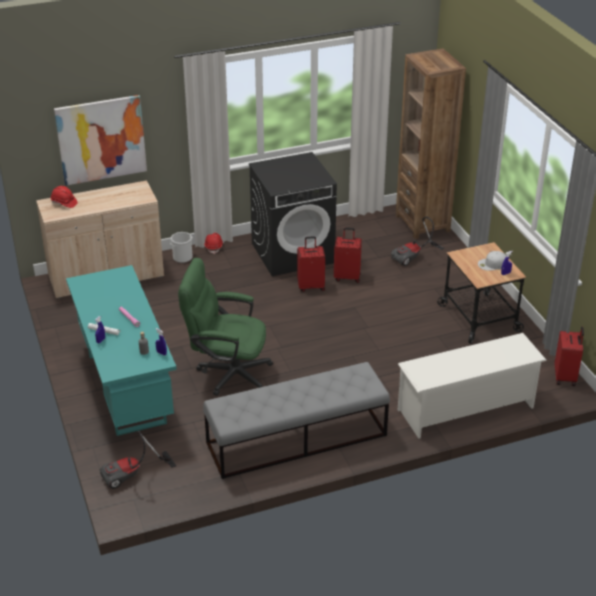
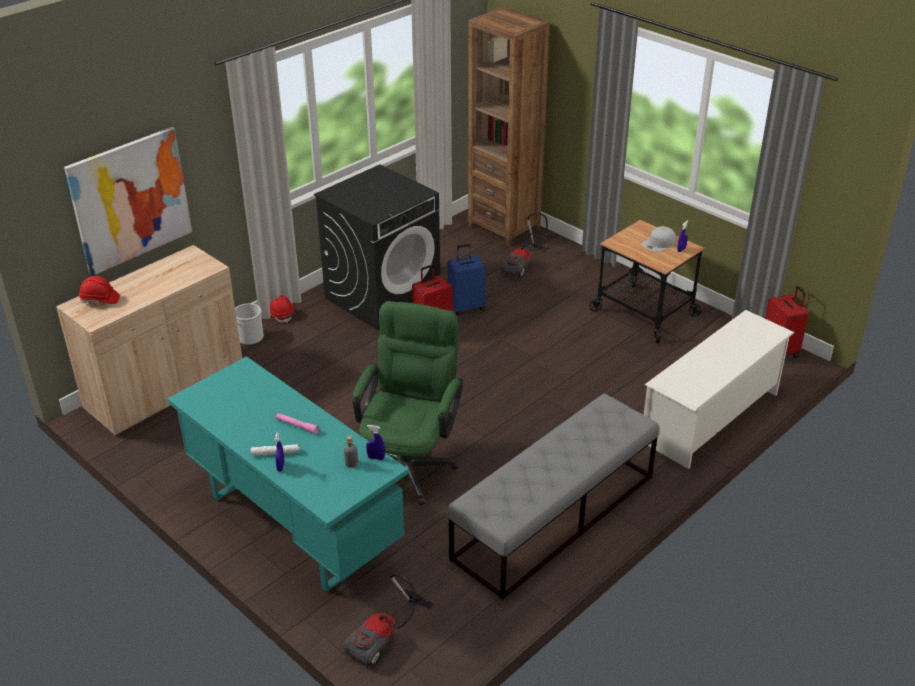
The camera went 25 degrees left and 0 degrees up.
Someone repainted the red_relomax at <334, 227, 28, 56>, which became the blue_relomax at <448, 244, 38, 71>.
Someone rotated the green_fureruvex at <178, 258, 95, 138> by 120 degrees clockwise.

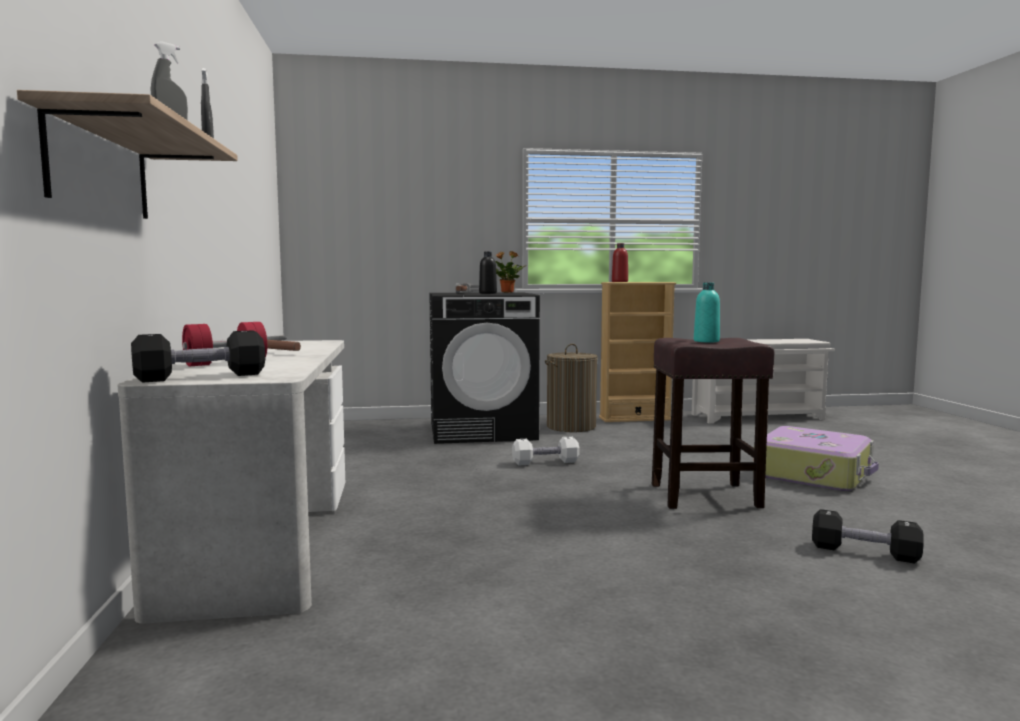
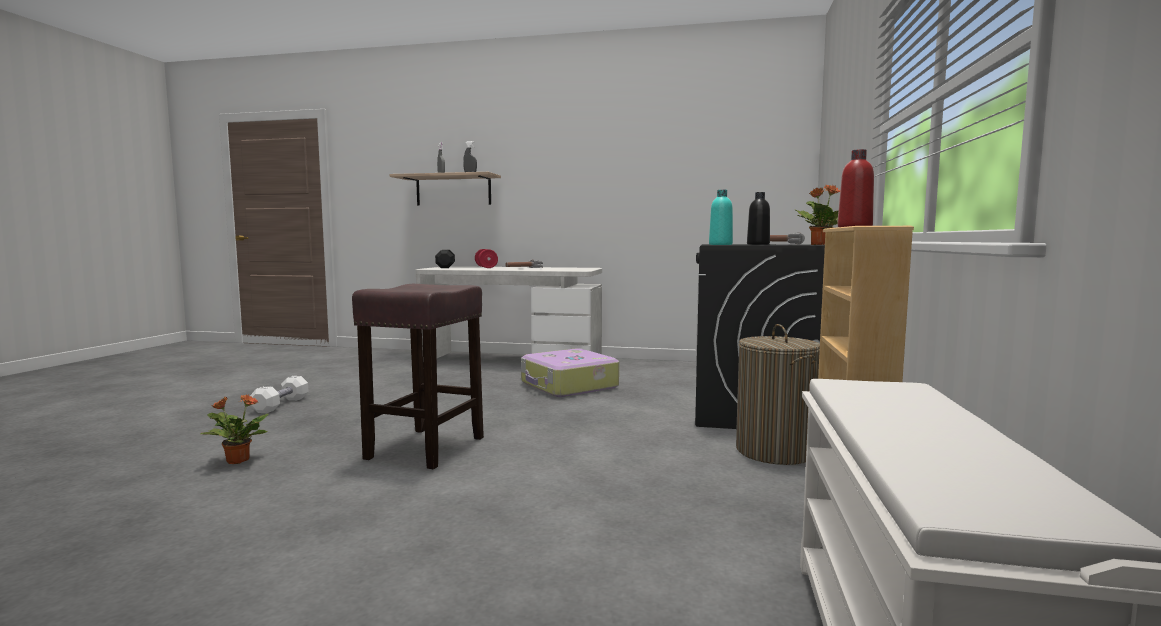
The camera went 110 degrees right and 0 degrees up.
Someone carried the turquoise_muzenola from <694, 282, 26, 60> to <709, 190, 24, 55>.
Someone carried the relomax from <753, 426, 126, 65> to <521, 348, 98, 49>.
Someone carried the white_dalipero from <512, 436, 68, 30> to <250, 376, 59, 37>.
Someone swapped the black_dalipero at <812, 509, 112, 55> for the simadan at <201, 394, 68, 70>.

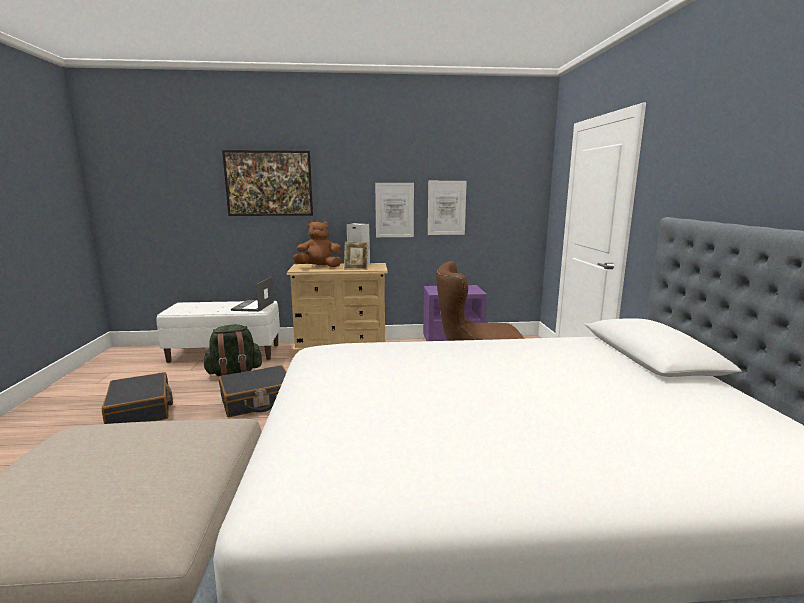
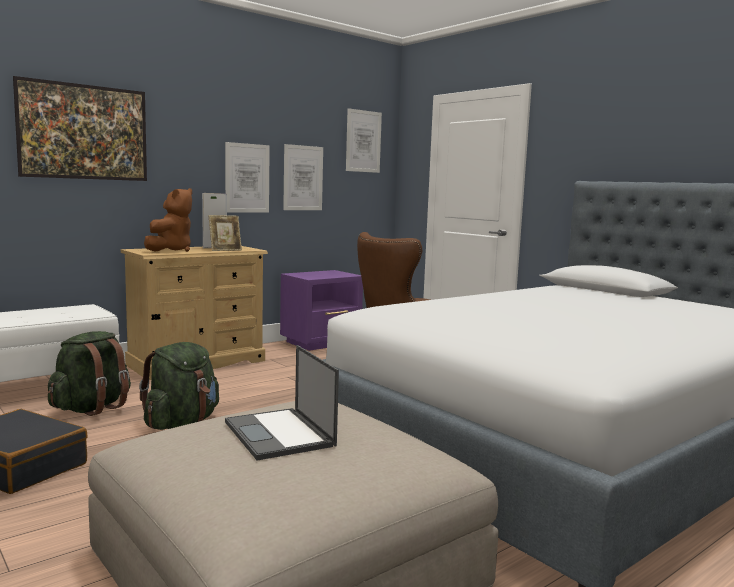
The camera went 35 degrees left and 5 degrees down.
Someone rotated the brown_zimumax at <293, 221, 49, 46> by 150 degrees clockwise.
Someone carried the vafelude from <231, 277, 43, 35> to <225, 345, 114, 116>.
Someone swapped the black_relomax at <219, 365, 68, 52> for the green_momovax at <139, 342, 80, 88>.
Someone put up the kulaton at <346, 108, 36, 65>.

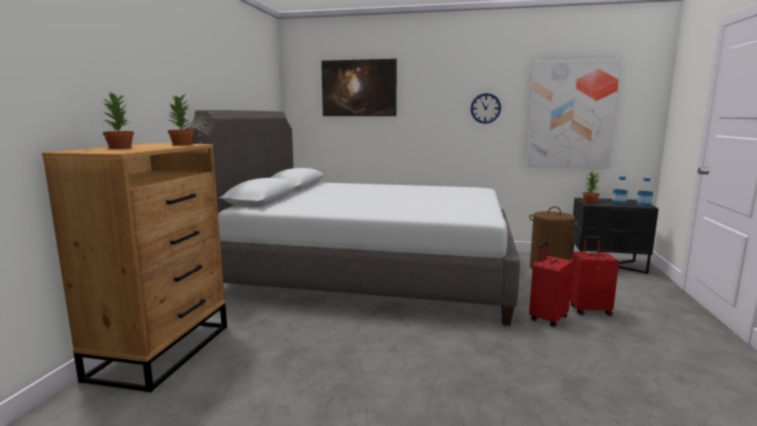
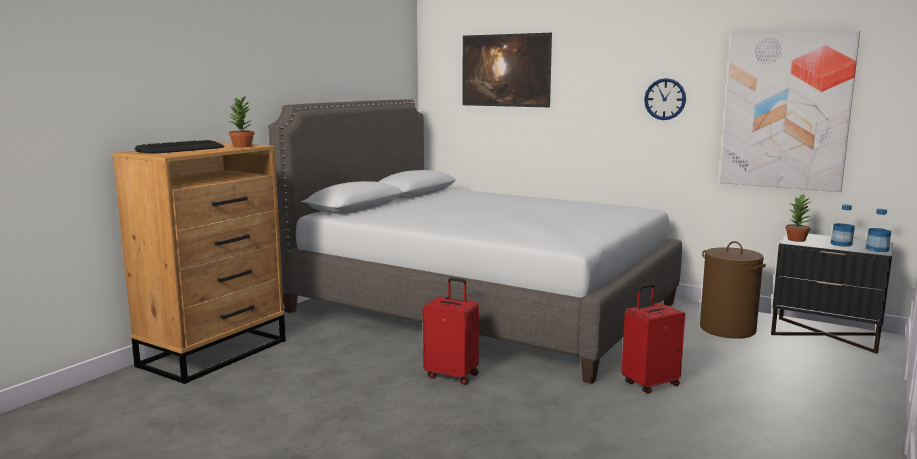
The camera went 20 degrees right and 0 degrees up.
Someone swapped the simadan at <102, 92, 32, 57> for the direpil at <134, 140, 90, 14>.
Someone carried the red_relomax from <570, 236, 49, 80> to <423, 278, 56, 107>.

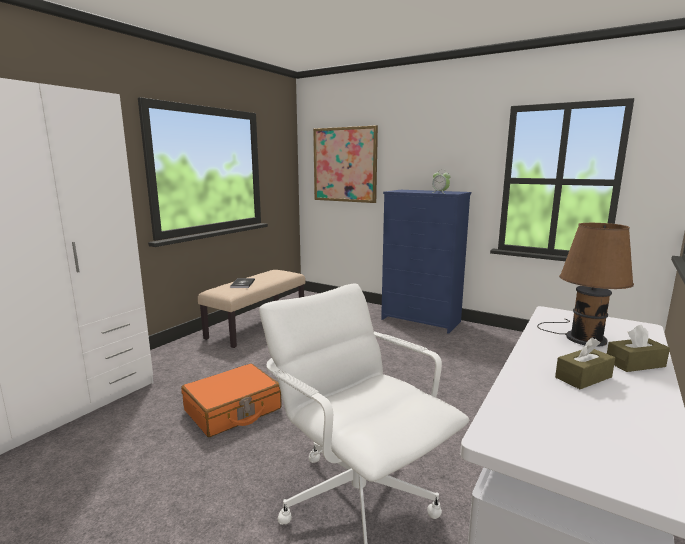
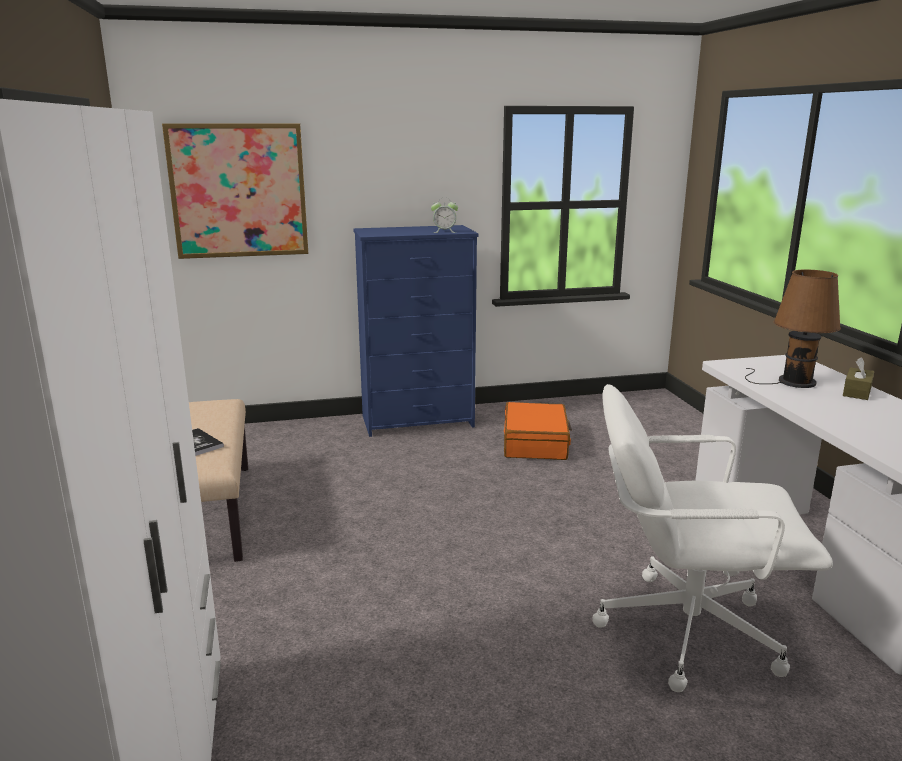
The camera went 45 degrees left and 5 degrees up.
Someone took away the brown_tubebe at <555, 338, 60, 51>.
Someone carried the orange_relomax from <181, 364, 101, 73> to <504, 402, 68, 58>.

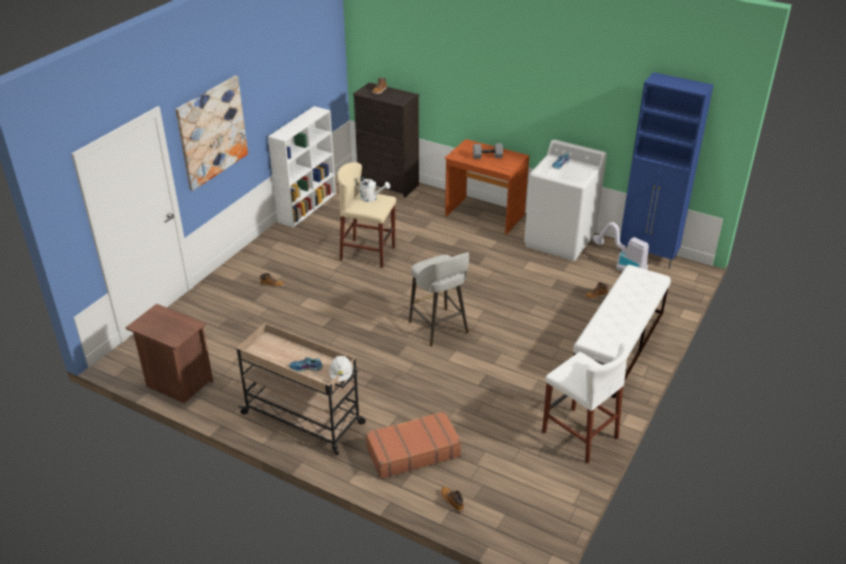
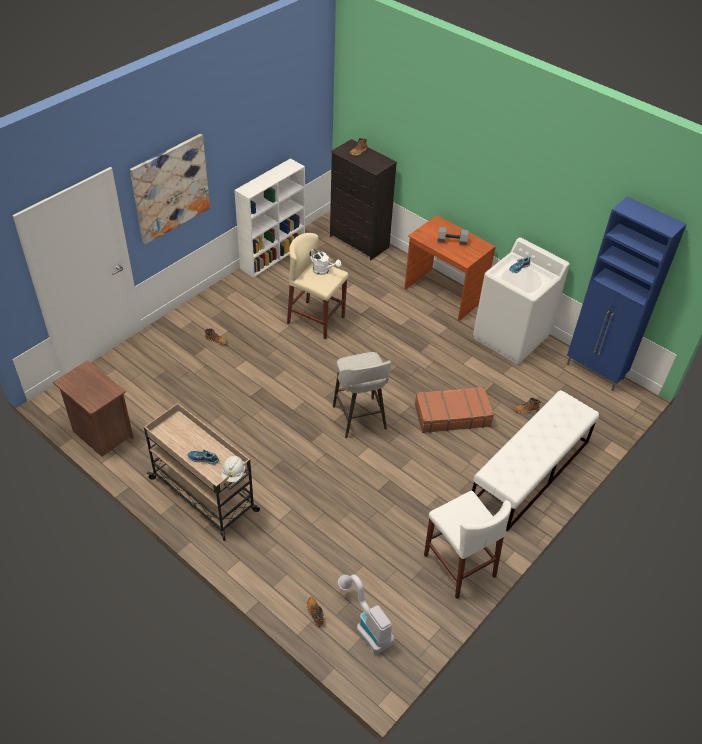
The camera went 10 degrees right and 10 degrees up.
Someone carried the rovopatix from <593, 222, 56, 50> to <338, 574, 56, 80>.
Someone carried the brown_relomax from <366, 411, 96, 68> to <415, 387, 79, 46>.

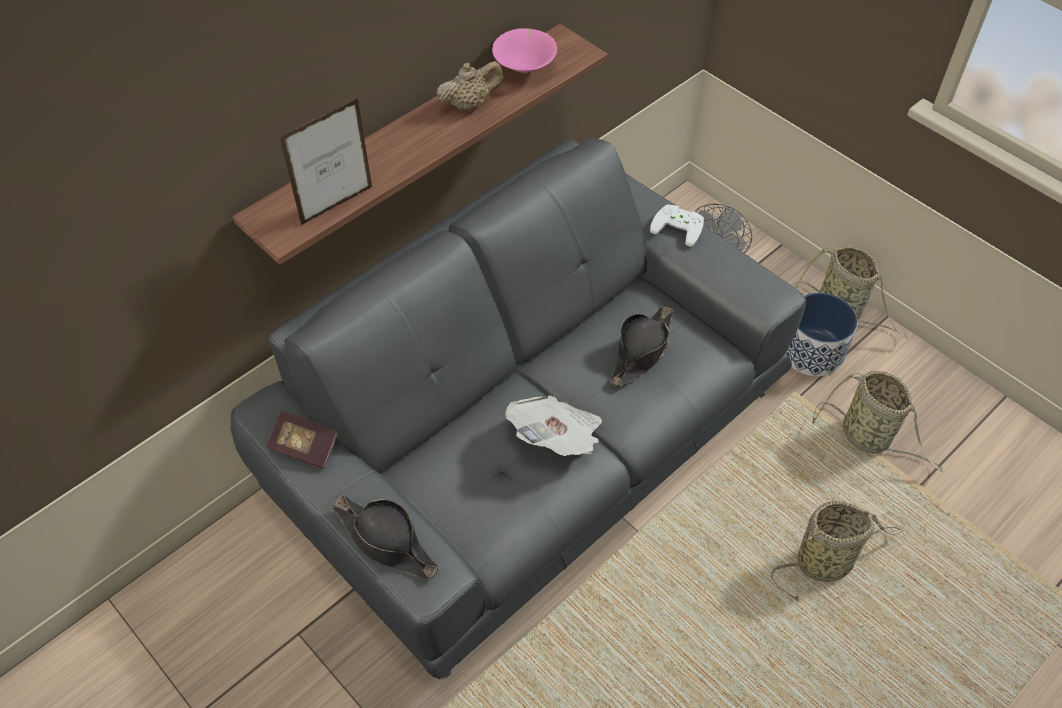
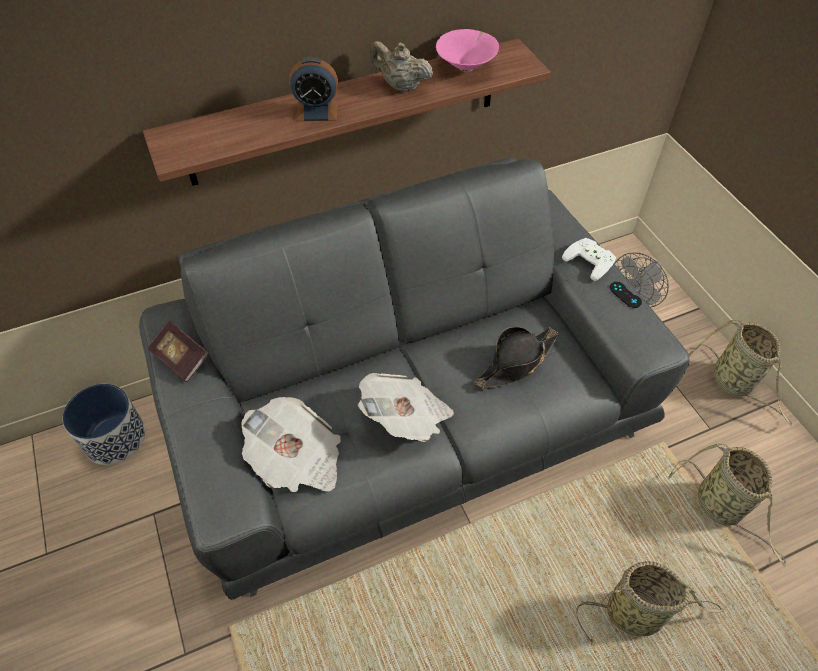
The camera went 20 degrees right and 0 degrees up.
Someone rotated the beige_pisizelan at <437, 61, 66, 50> by 150 degrees counterclockwise.
Someone took away the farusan at <280, 98, 93, 127>.
Someone carried the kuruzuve from <785, 293, 73, 84> to <63, 384, 83, 81>.
Someone took away the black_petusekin at <332, 495, 107, 84>.
Someone put down the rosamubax at <289, 57, 49, 64>.
Someone put down the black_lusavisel at <609, 282, 33, 26>.
Someone put down the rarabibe at <241, 397, 100, 96>.

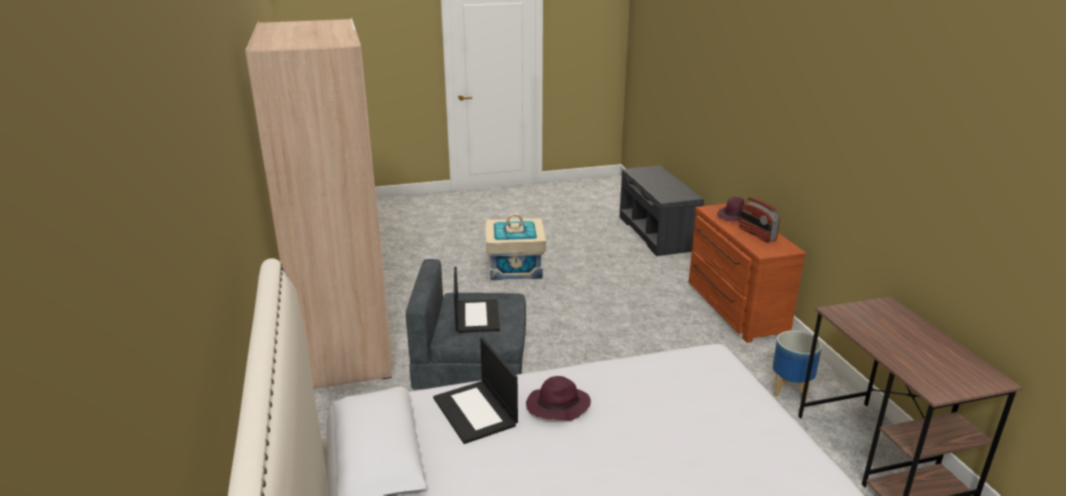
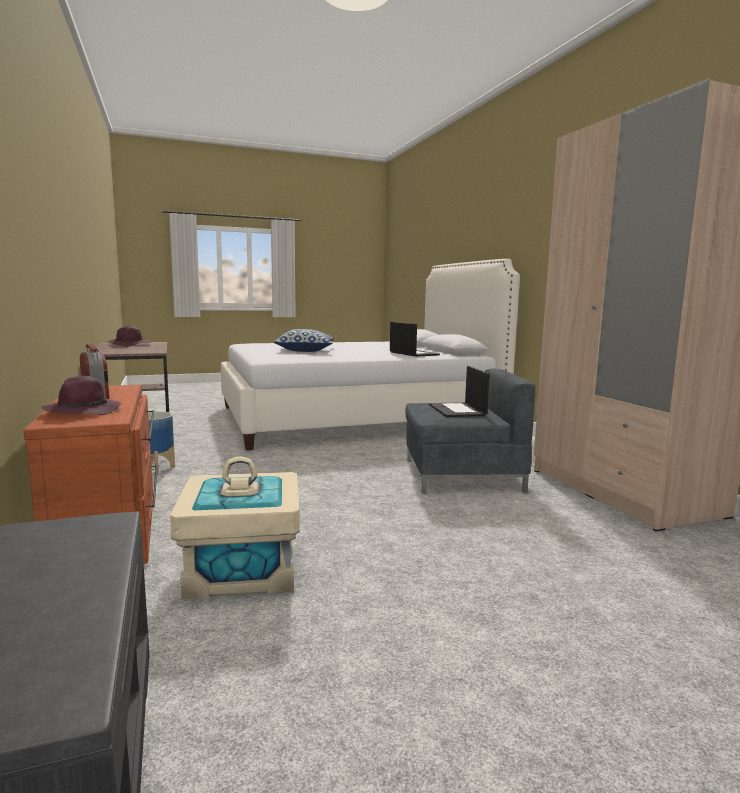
The camera went 175 degrees right and 15 degrees down.
Someone carried the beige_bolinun from <485, 213, 61, 67> to <170, 456, 130, 143>.
Someone carried the purple_petusekin from <526, 376, 65, 45> to <108, 326, 43, 21>.
Someone put down the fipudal at <274, 329, 60, 23>.

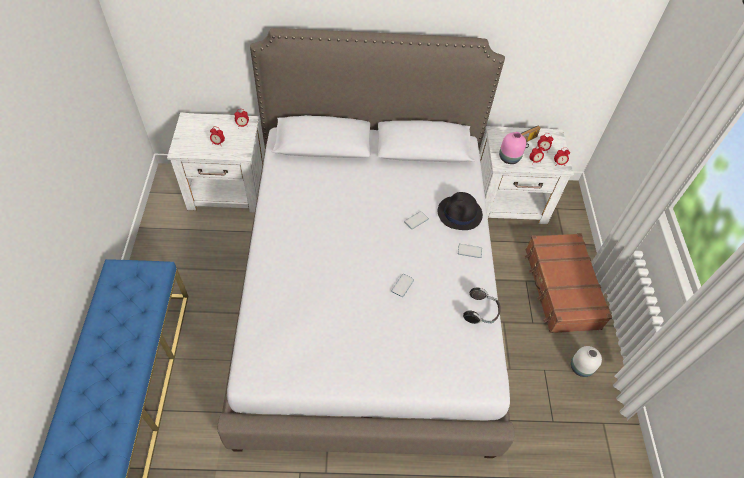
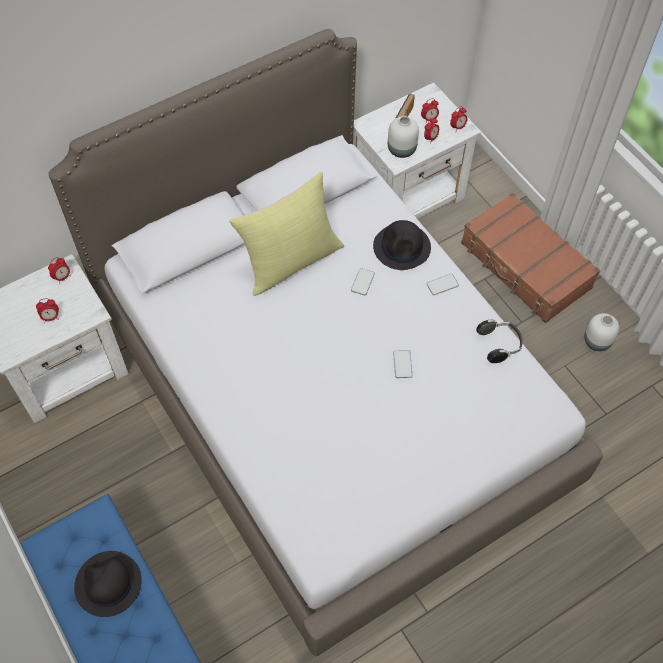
The camera went 30 degrees left and 5 degrees up.
Someone repainted the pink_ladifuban at <499, 132, 27, 32>, which became the white_ladifuban at <388, 116, 31, 42>.
Someone put down the yellow_fipudal at <229, 171, 115, 125>.
Someone put down the black_petusekin at <74, 551, 68, 66>.

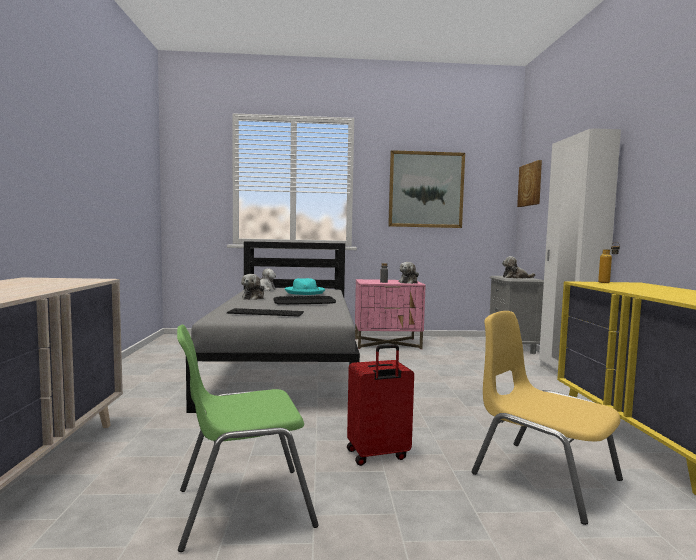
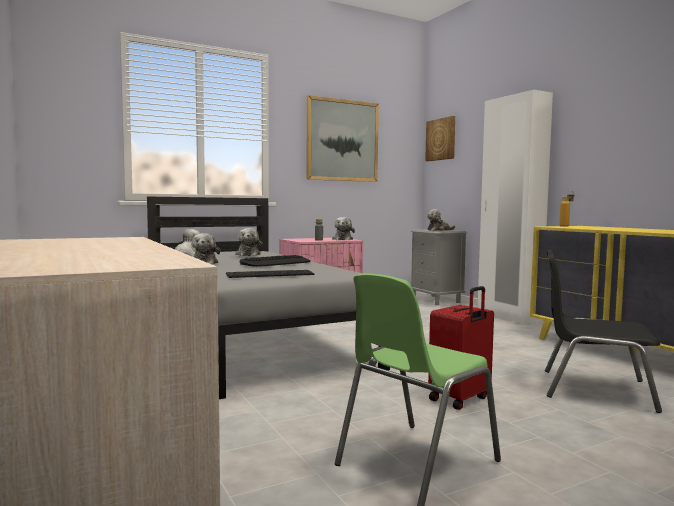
The camera went 25 degrees left and 0 degrees up.
Someone swapped the turquoise_petusekin at <285, 278, 40, 17> for the zimumax at <235, 228, 28, 28>.
Someone repainted the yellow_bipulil at <472, 311, 151, 214>, which became the black_bipulil at <545, 249, 117, 164>.

